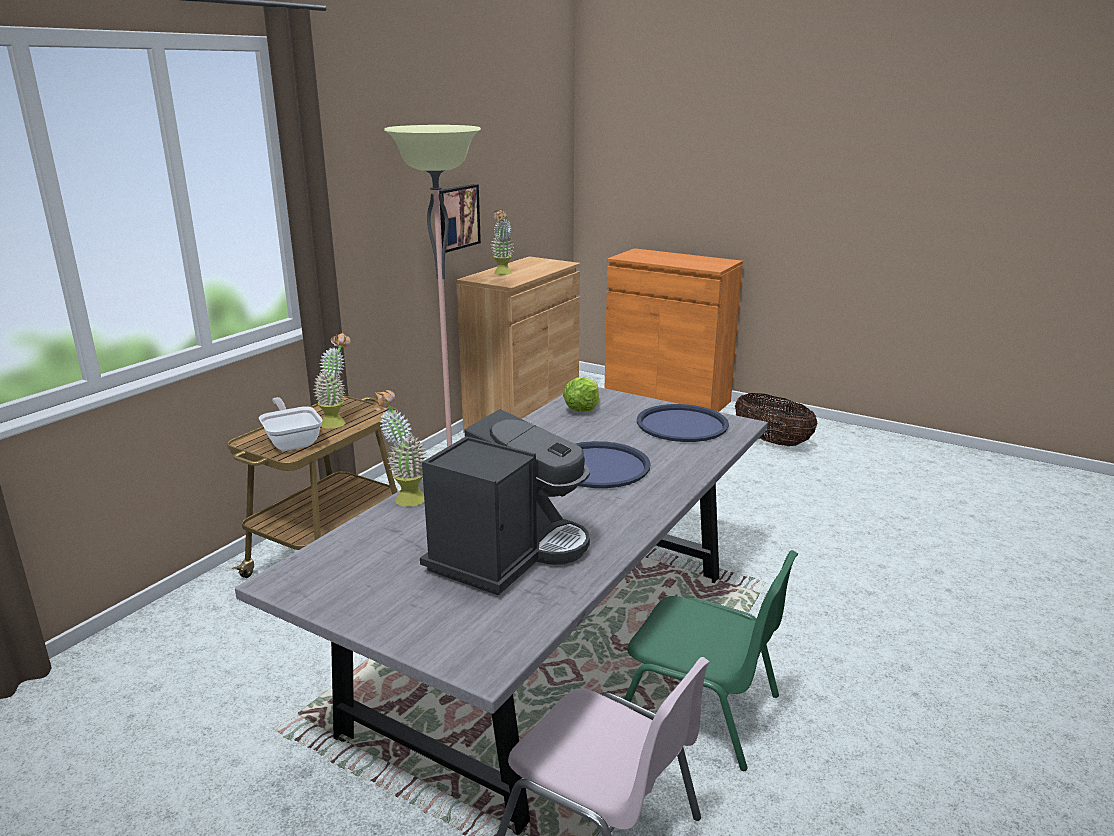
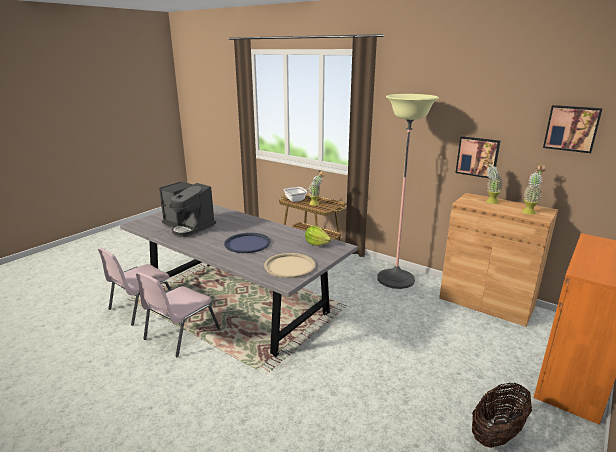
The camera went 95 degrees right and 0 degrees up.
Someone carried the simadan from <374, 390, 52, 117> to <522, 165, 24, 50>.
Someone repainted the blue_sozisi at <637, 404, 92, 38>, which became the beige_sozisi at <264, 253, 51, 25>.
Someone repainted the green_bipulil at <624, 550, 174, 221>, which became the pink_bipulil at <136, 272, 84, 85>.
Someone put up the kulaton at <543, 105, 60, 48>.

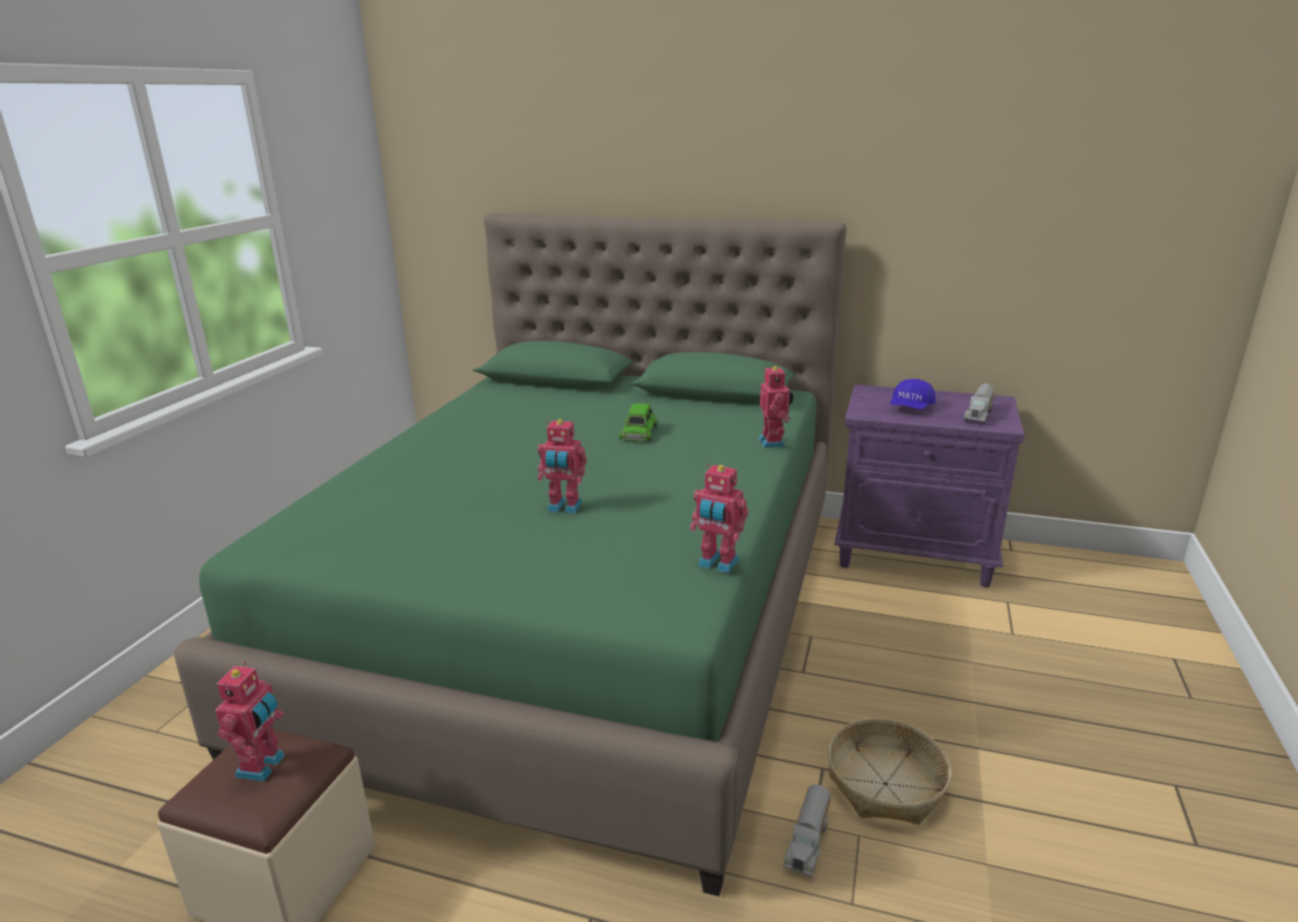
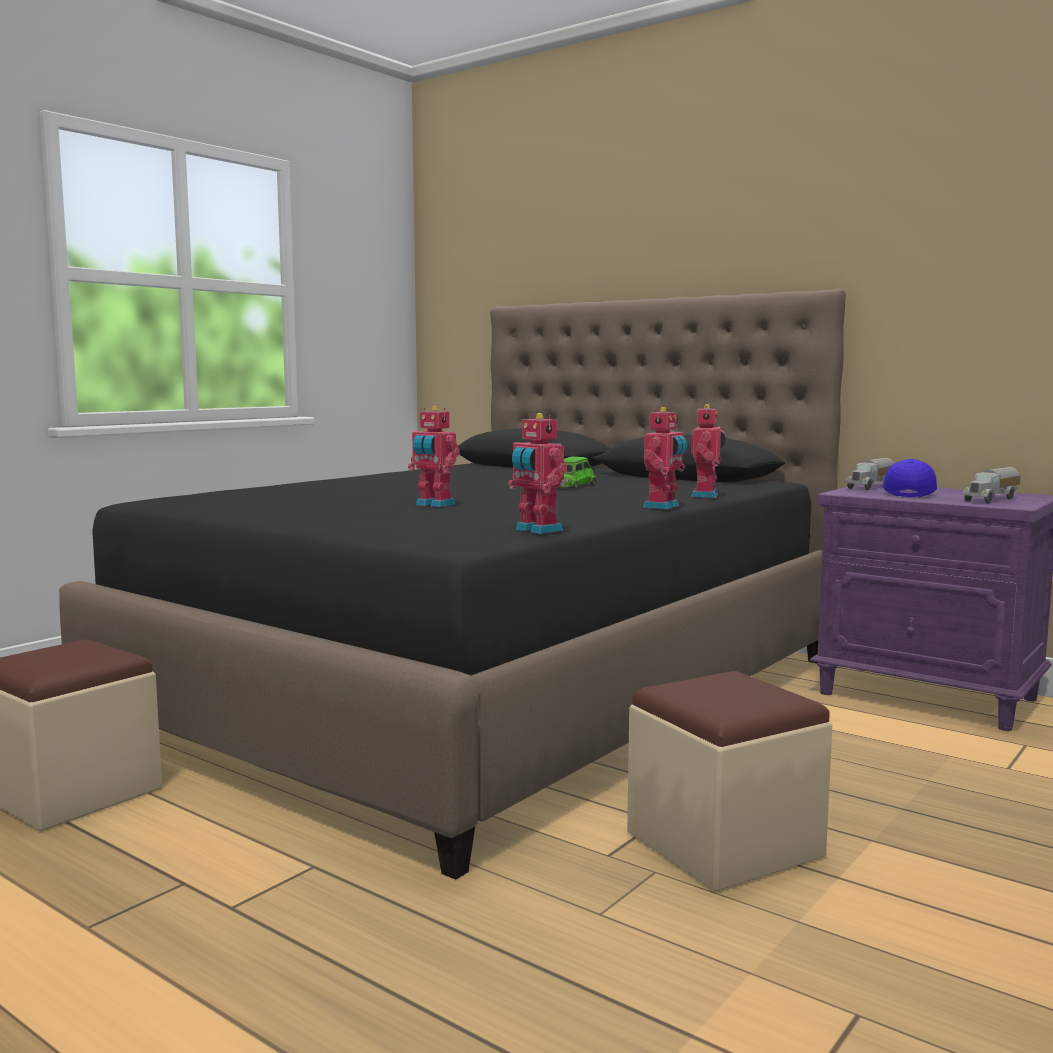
The camera went 20 degrees right and 15 degrees down.
Someone repainted the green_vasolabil at <174, 214, 673, 682>, which became the black_vasolabil at <59, 289, 787, 590>.
Someone rotated the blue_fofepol at <890, 379, 45, 31> by 150 degrees clockwise.
Someone carried the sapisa from <215, 662, 70, 119> to <643, 407, 44, 102>.
Someone swapped the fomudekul at <828, 718, 124, 107> for the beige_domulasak at <627, 671, 205, 221>.
Someone carried the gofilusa from <783, 784, 48, 93> to <845, 458, 50, 32>.

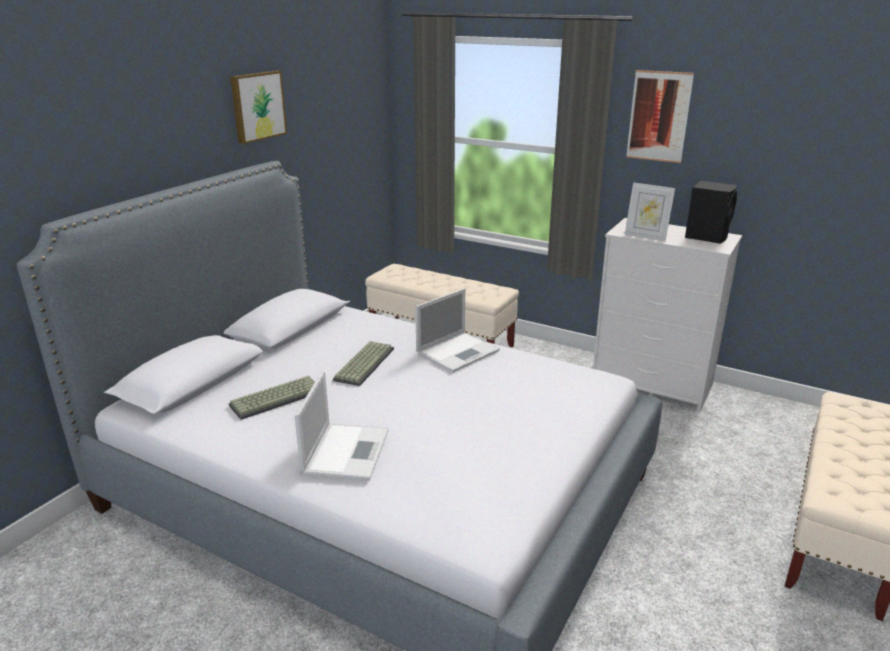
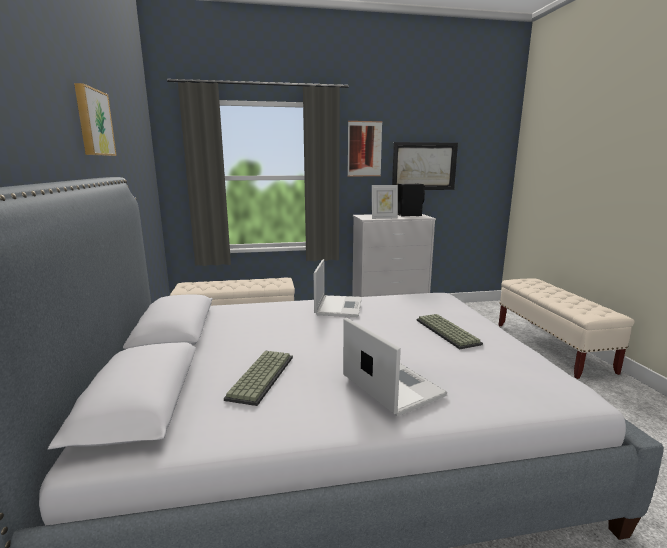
The camera went 40 degrees left and 10 degrees down.
Someone carried the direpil from <333, 341, 61, 45> to <417, 314, 66, 35>.
Someone put up the kulaton at <392, 142, 66, 48>.

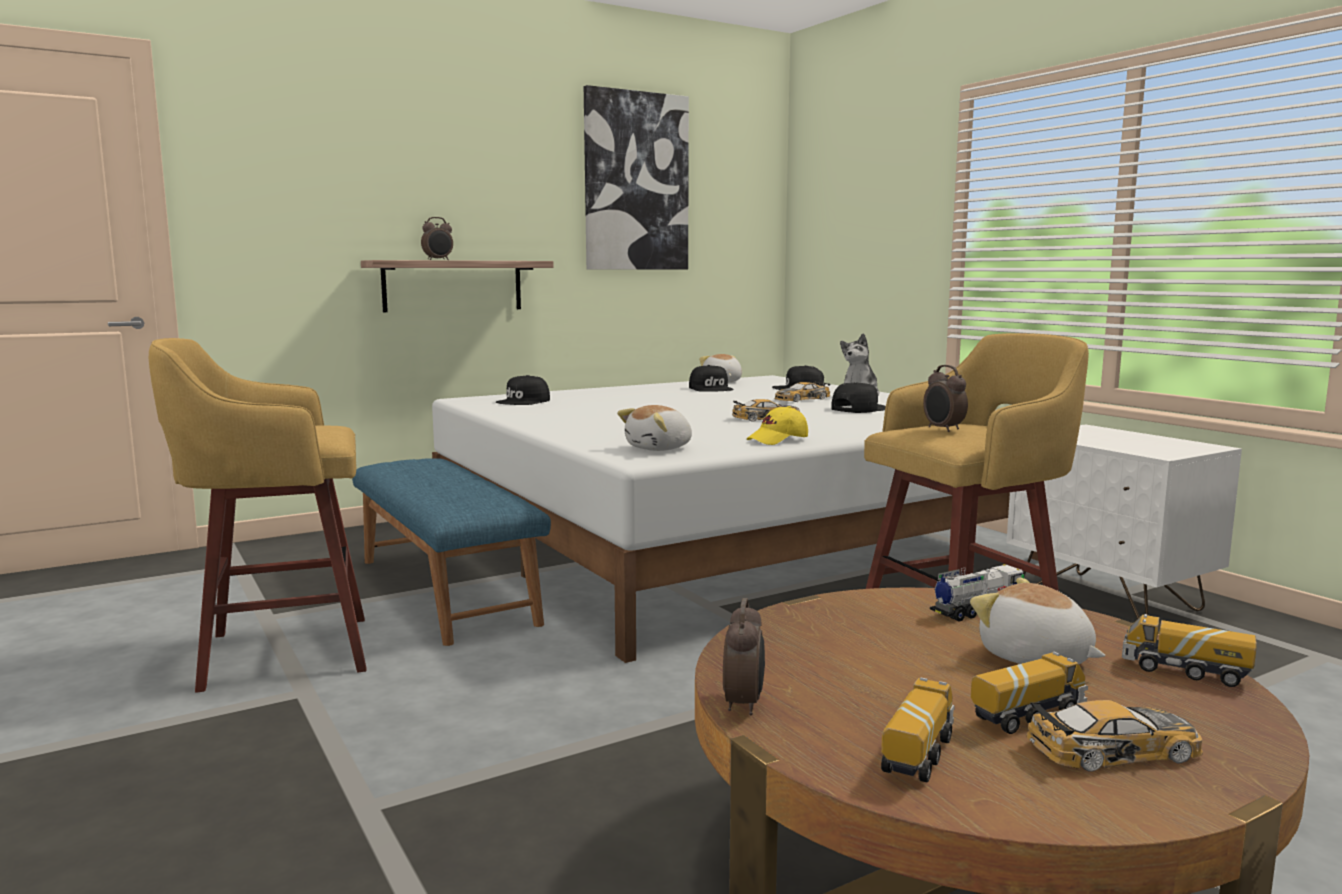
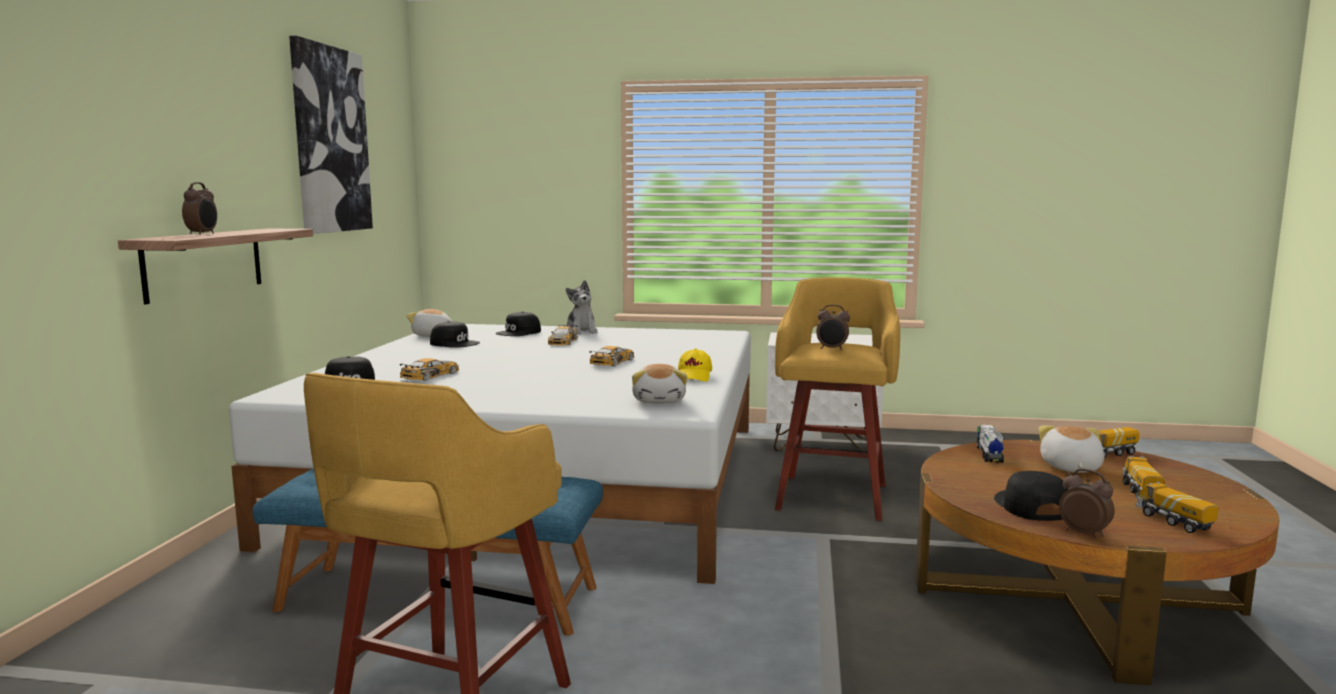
The camera went 50 degrees left and 0 degrees up.
Someone carried the black_fofepol from <831, 382, 55, 31> to <994, 471, 74, 50>.
Someone rotated the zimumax at <970, 578, 136, 86> by 105 degrees clockwise.
Someone carried the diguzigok from <1026, 700, 177, 72> to <400, 358, 59, 23>.

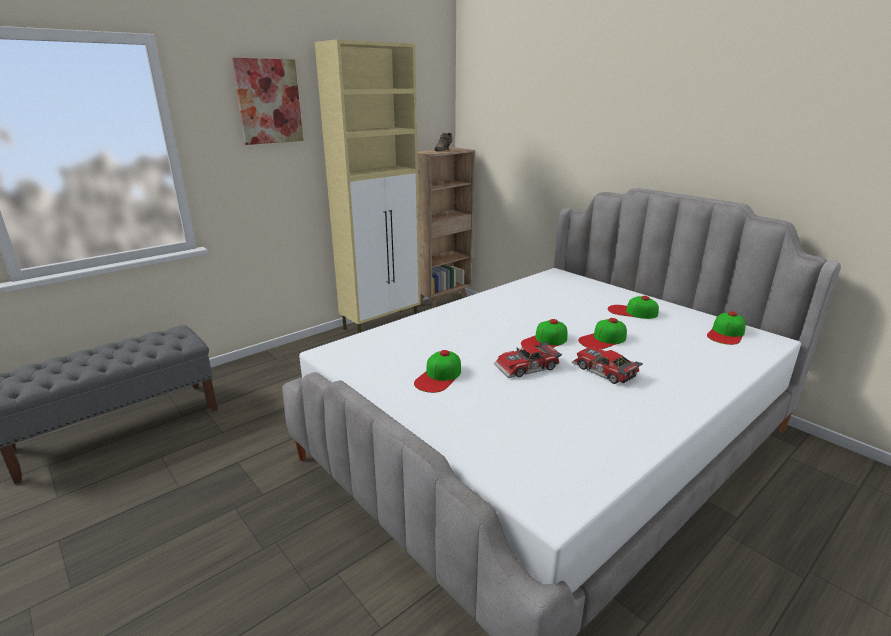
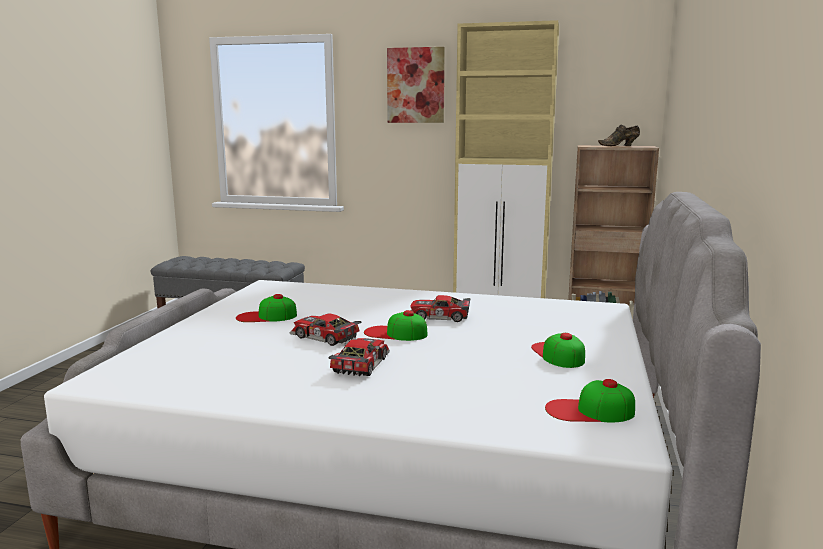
The camera went 55 degrees right and 10 degrees down.
Someone took away the fofepol at <578, 318, 49, 31>.
Someone put down the diguzigok at <411, 295, 60, 27>.

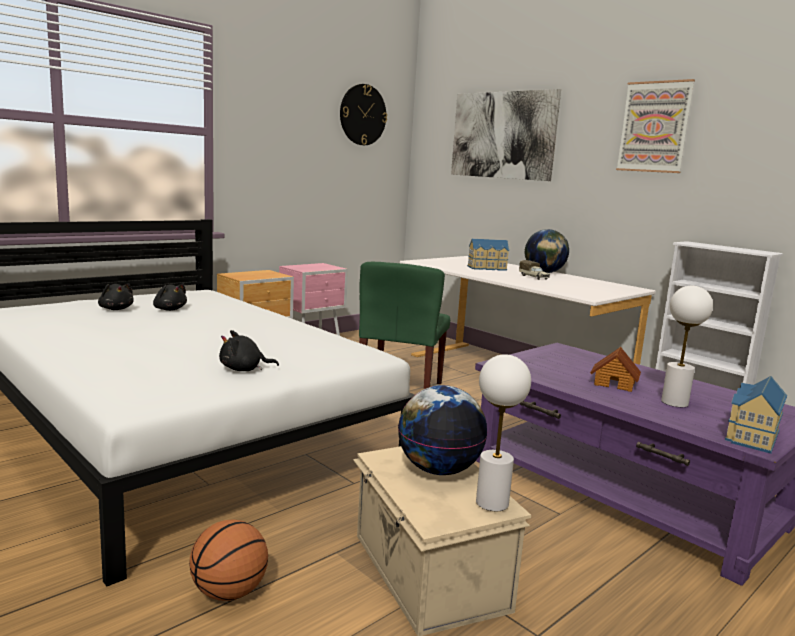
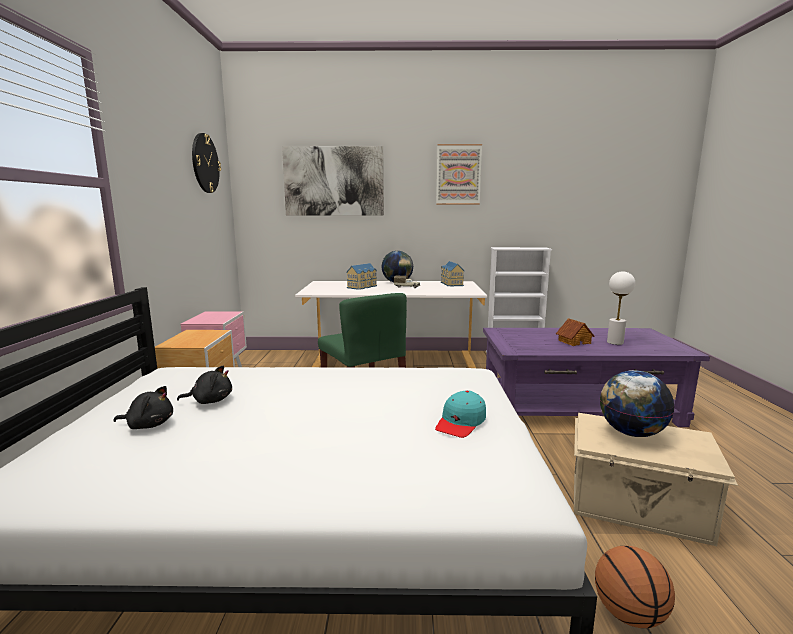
The camera went 45 degrees left and 0 degrees up.
Someone swapped the black_zimumax at <219, 330, 60, 41> for the turquoise_fofepol at <435, 390, 51, 48>.
Someone took away the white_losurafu at <476, 354, 55, 157>.
Someone carried the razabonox from <725, 376, 62, 78> to <441, 261, 23, 25>.

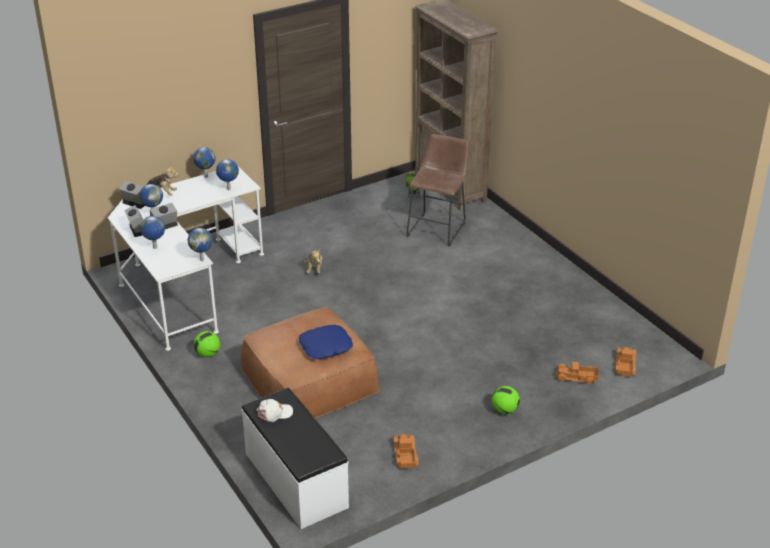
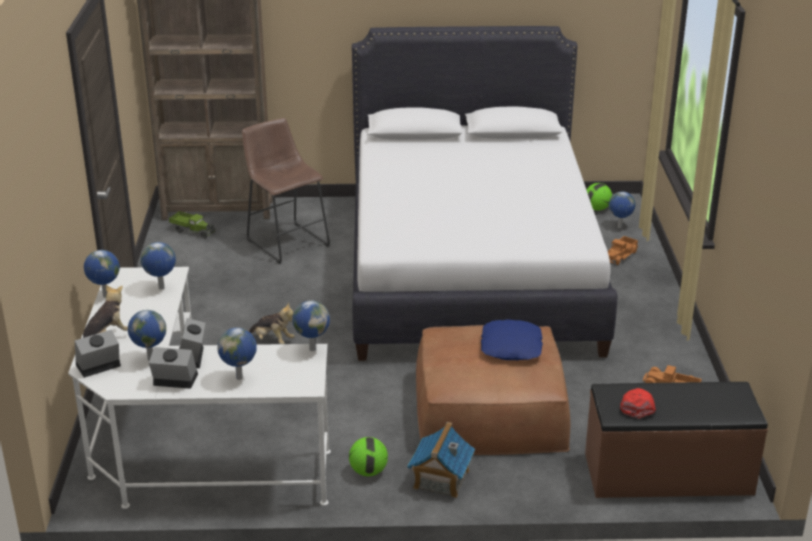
The camera went 60 degrees left and 5 degrees down.
Someone swapped the gofilusa at <615, 347, 21, 29> for the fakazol at <609, 191, 27, 37>.
Someone carried the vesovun from <492, 386, 28, 28> to <586, 183, 26, 28>.
Someone repainted the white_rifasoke at <242, 388, 107, 141>, which became the brown_rifasoke at <585, 382, 183, 116>.
Someone repainted the white_fofepol at <257, 399, 36, 23>, which became the red_fofepol at <620, 388, 36, 31>.
Someone put down the white_vasolabil at <352, 26, 266, 335>.
Someone put down the razabonox at <407, 422, 68, 76>.

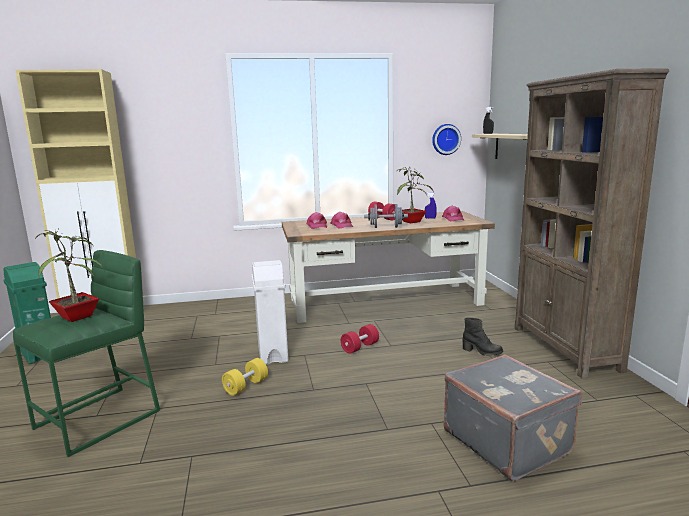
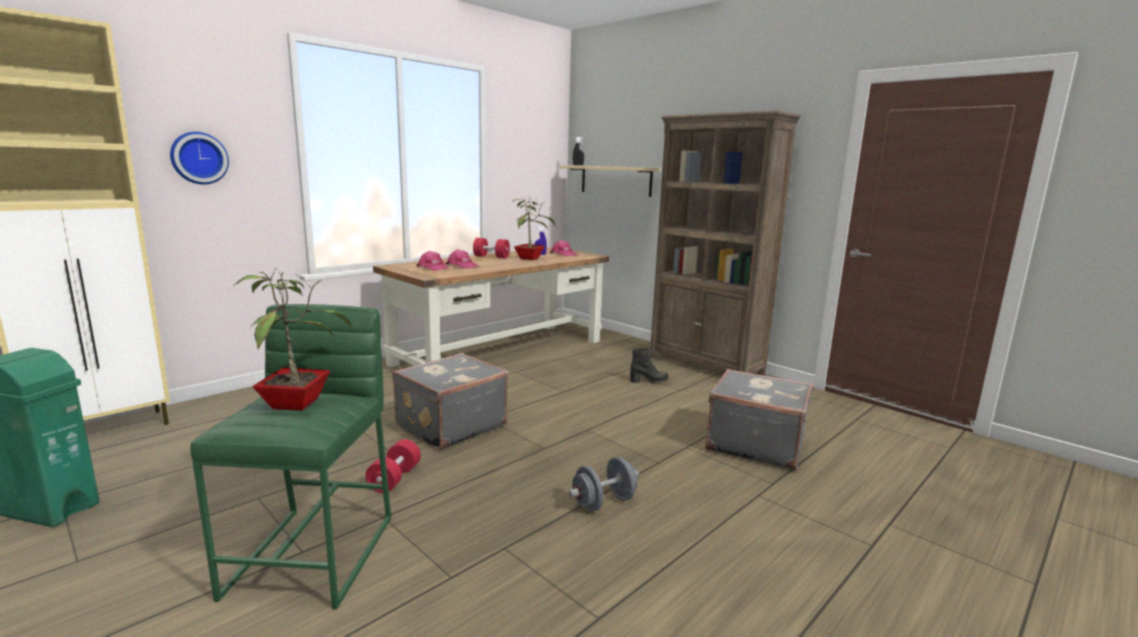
The camera went 35 degrees left and 0 degrees up.
Someone carried the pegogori from <432, 124, 29, 31> to <170, 132, 59, 52>.
Someone carried the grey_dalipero from <364, 204, 44, 24> to <568, 457, 71, 55>.
Someone swapped the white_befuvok at <252, 260, 37, 105> for the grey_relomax at <392, 353, 116, 98>.
Someone carried the red_dalipero from <341, 324, 38, 30> to <365, 439, 56, 54>.
Someone took away the yellow_dalipero at <222, 358, 46, 38>.

